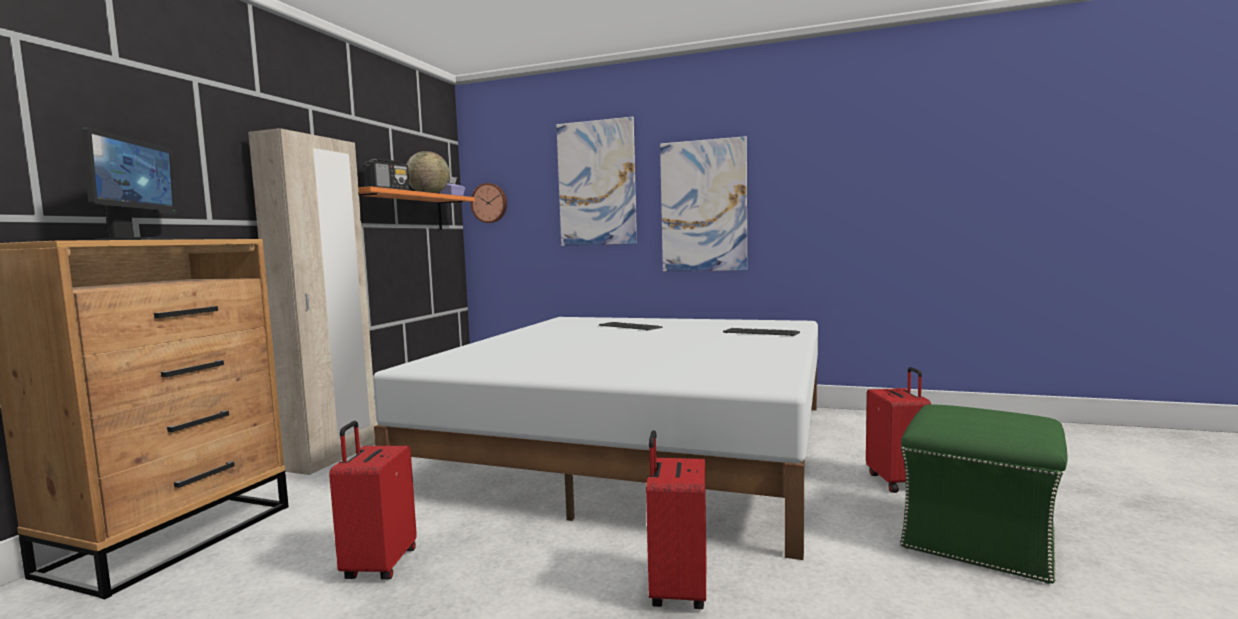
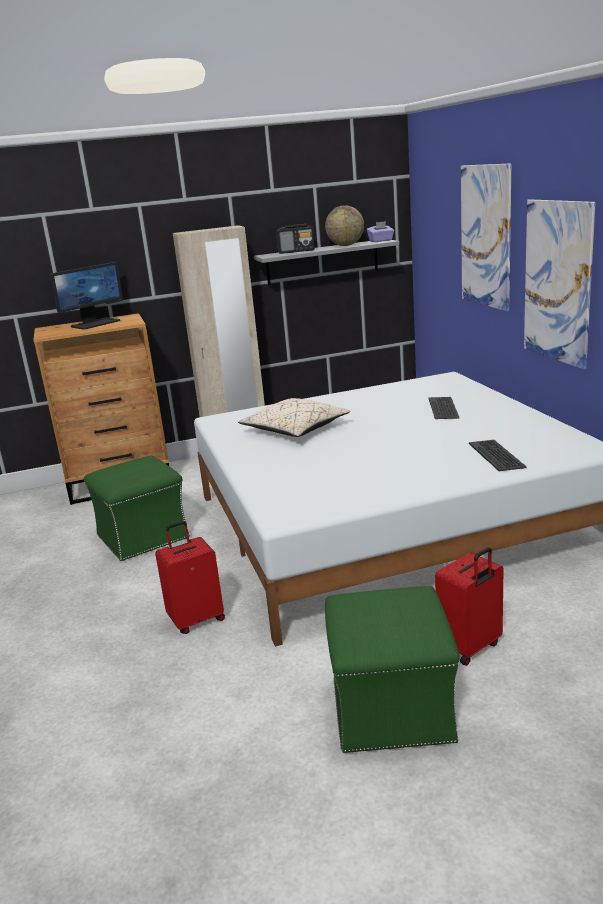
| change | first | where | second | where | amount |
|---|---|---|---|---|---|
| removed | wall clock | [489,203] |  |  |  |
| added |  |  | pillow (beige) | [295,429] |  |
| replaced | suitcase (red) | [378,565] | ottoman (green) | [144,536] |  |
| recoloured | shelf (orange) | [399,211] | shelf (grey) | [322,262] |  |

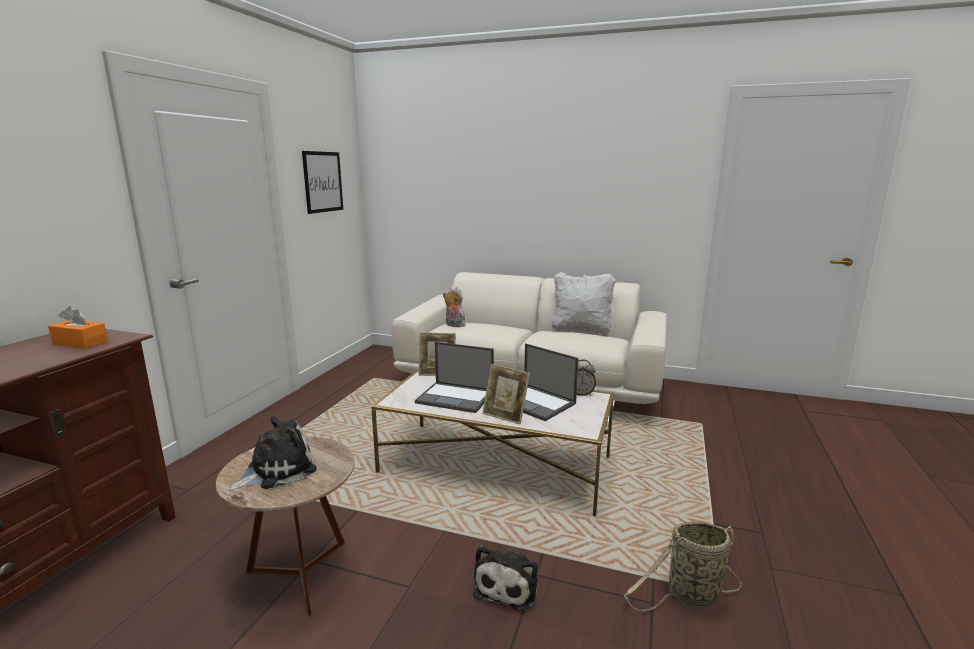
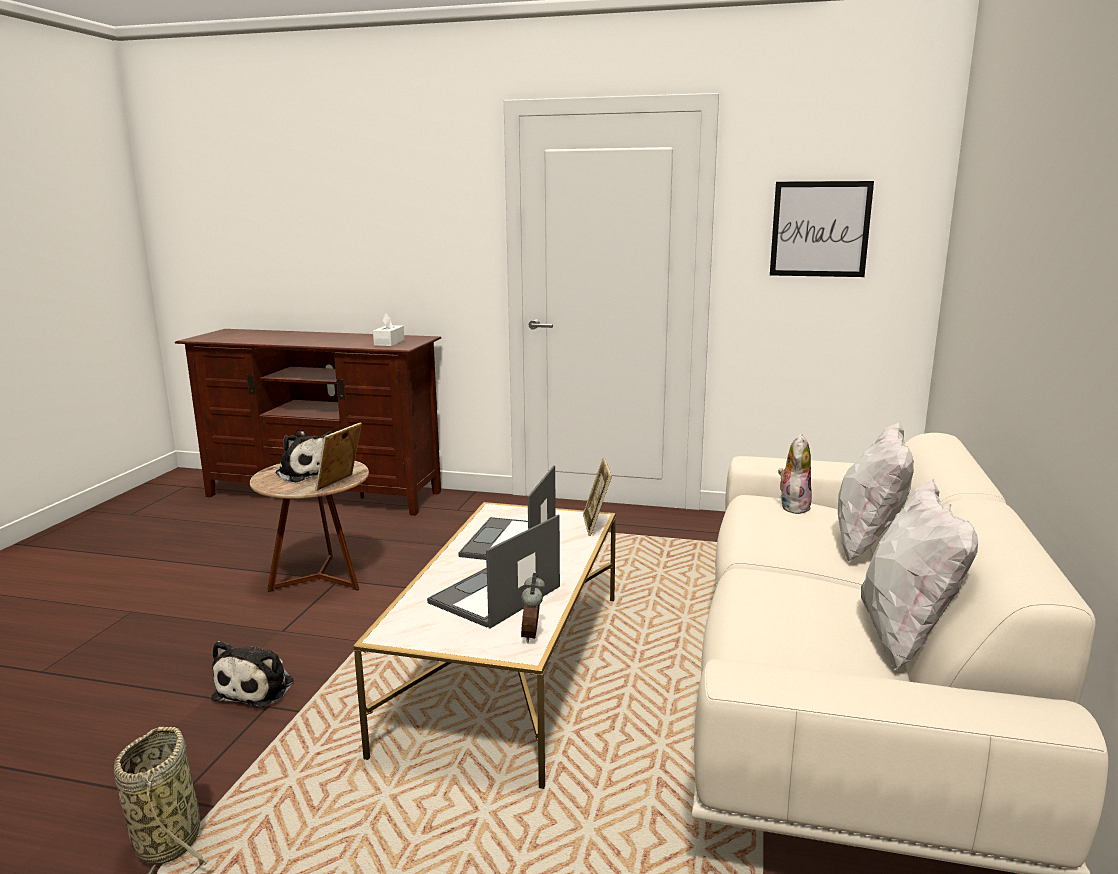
| change | first | where | second | where | amount |
|---|---|---|---|---|---|
| added |  |  | pillow (white) | [868,544] |  |
| moved | picture frame | [505,416] |  | [341,484] |  |
| recoloured | tissue box (orange) | [80,342] | tissue box (white) | [389,343] |  |
| turned | plush toy | [508,585] |  | [257,687] | 90 degrees counterclockwise |

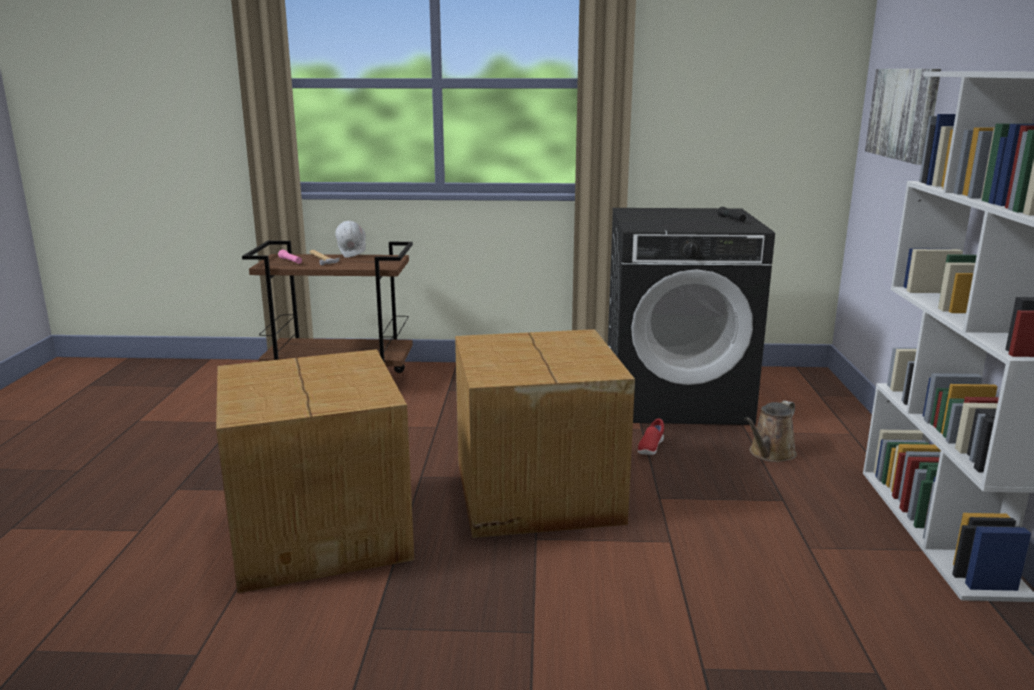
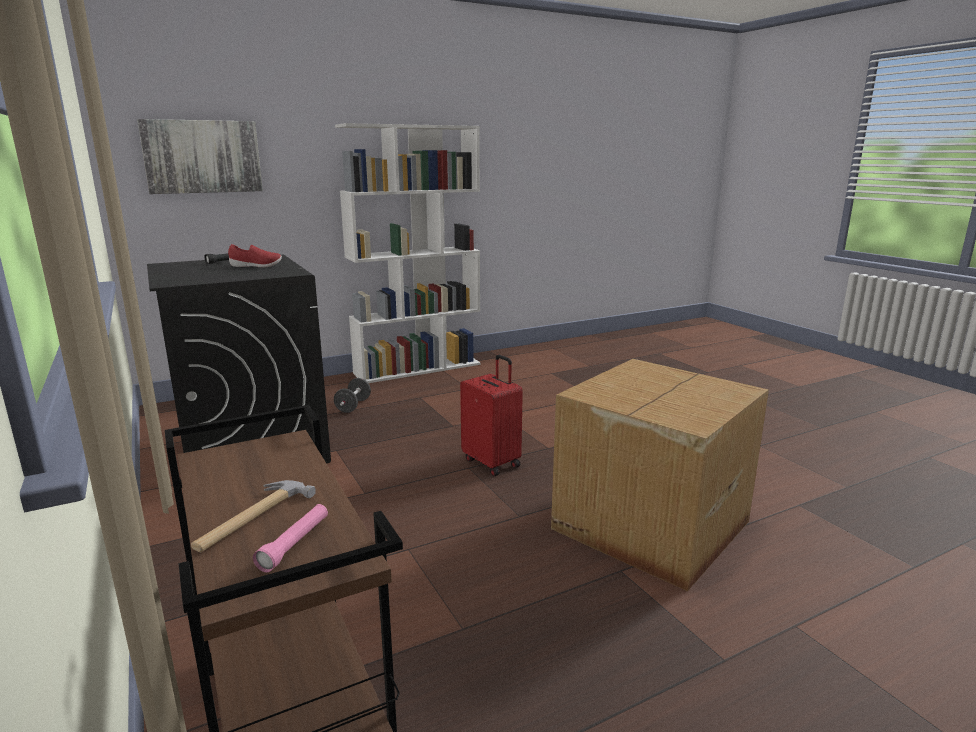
| change | first | where | second | where | amount |
|---|---|---|---|---|---|
| removed | hard hat (white) | [352,255] |  |  |  |
| moved | shoe (red) | [650,448] |  | [256,266] |  |
| replaced | cardboard box | [535,494] | suitcase (red) | [492,462] |  |
| replaced | watering can (brown) | [770,454] | dumbbell (black) | [353,406] |  |

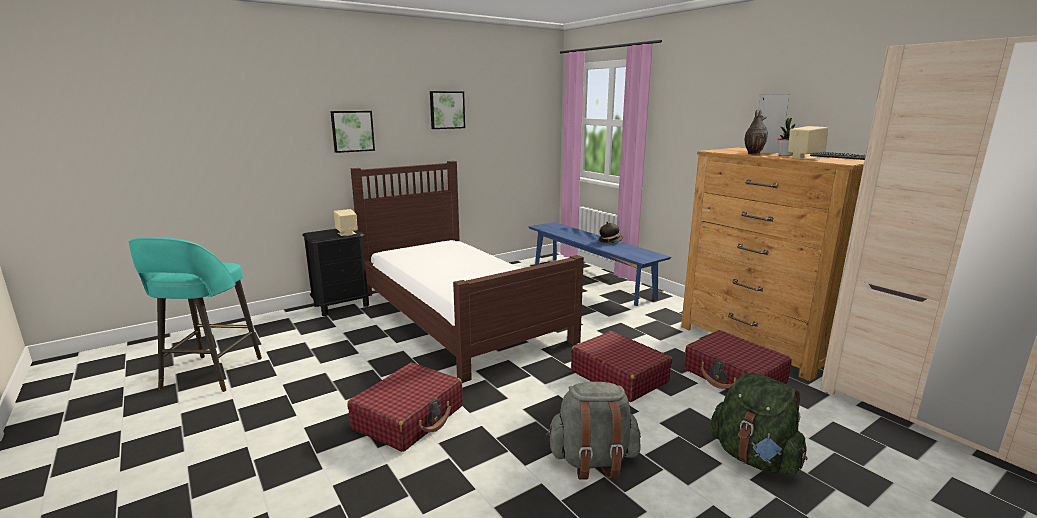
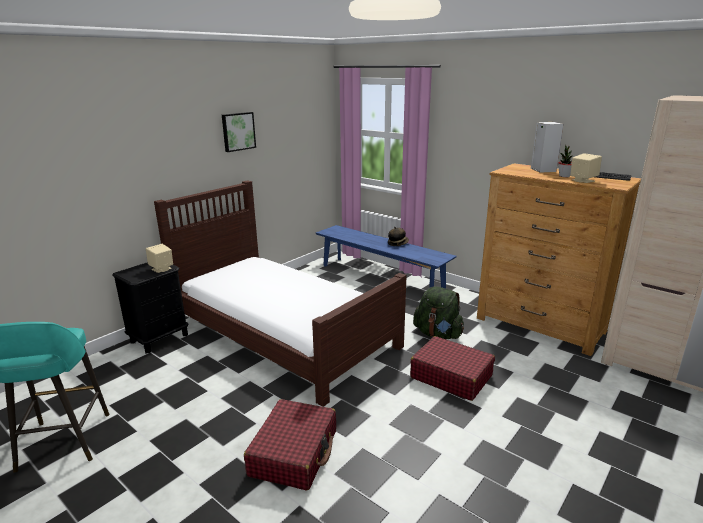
| change | first | where | second | where | amount |
|---|---|---|---|---|---|
| removed | picture | [352,131] |  |  |  |
| removed | backpack (grey) | [593,461] |  |  |  |
| removed | suitcase (red) | [734,377] |  |  |  |
| removed | vase | [753,153] |  |  |  |
| moved | backpack (green) | [754,458] |  | [438,334] |  |

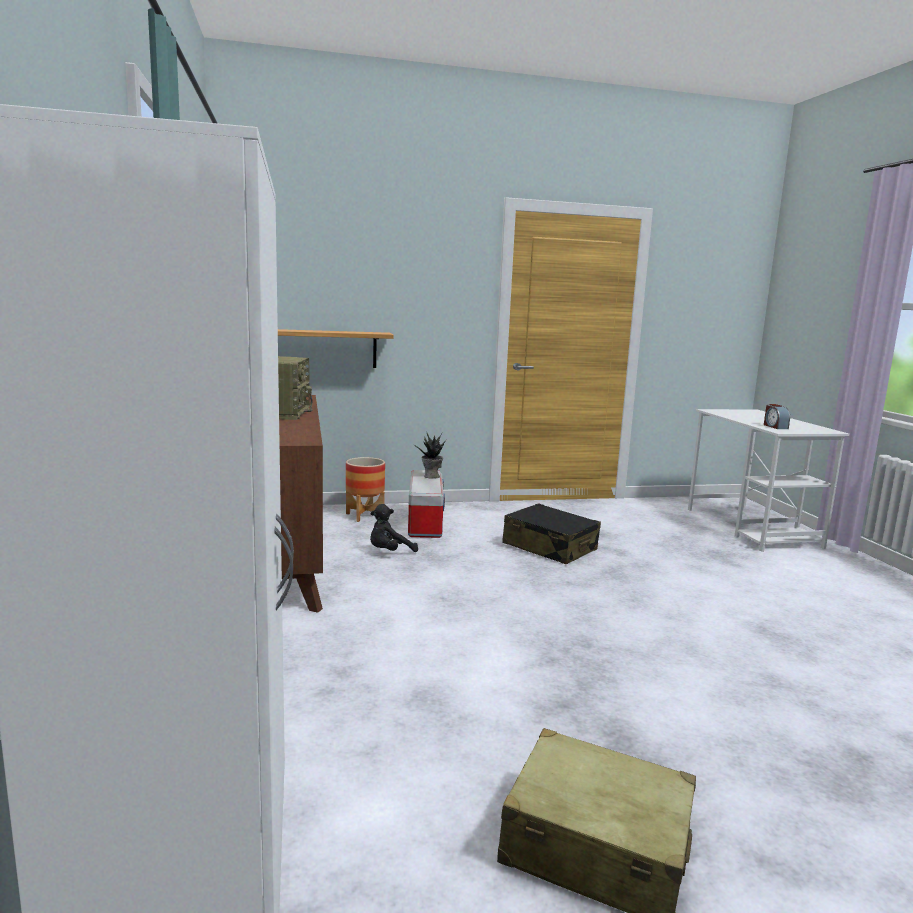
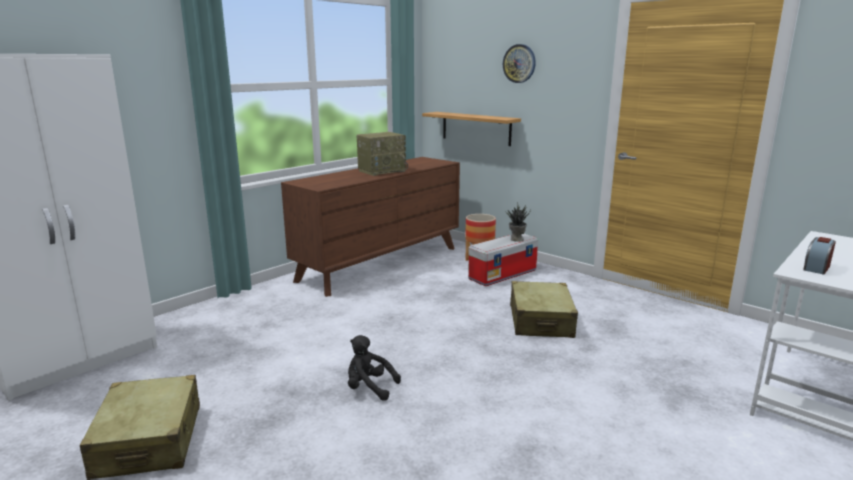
| change | first | where | second | where | amount |
|---|---|---|---|---|---|
| added |  |  | wall clock | [519,63] |  |
| moved | plush toy (black) | [389,552] |  | [369,388] |  |
| recoloured | suitcase (black) | [549,547] | suitcase (beige) | [541,321] |  |

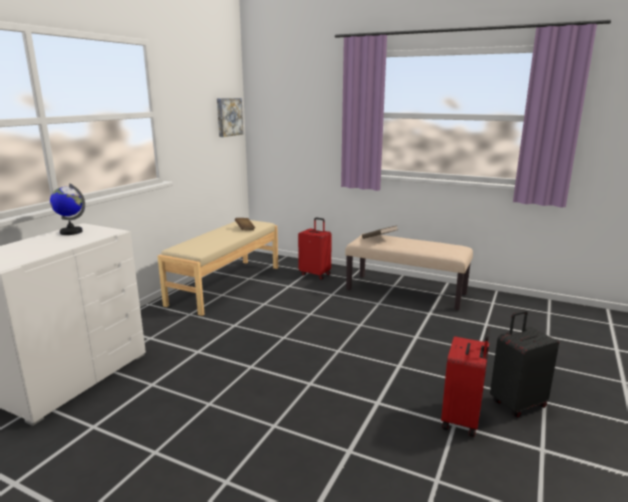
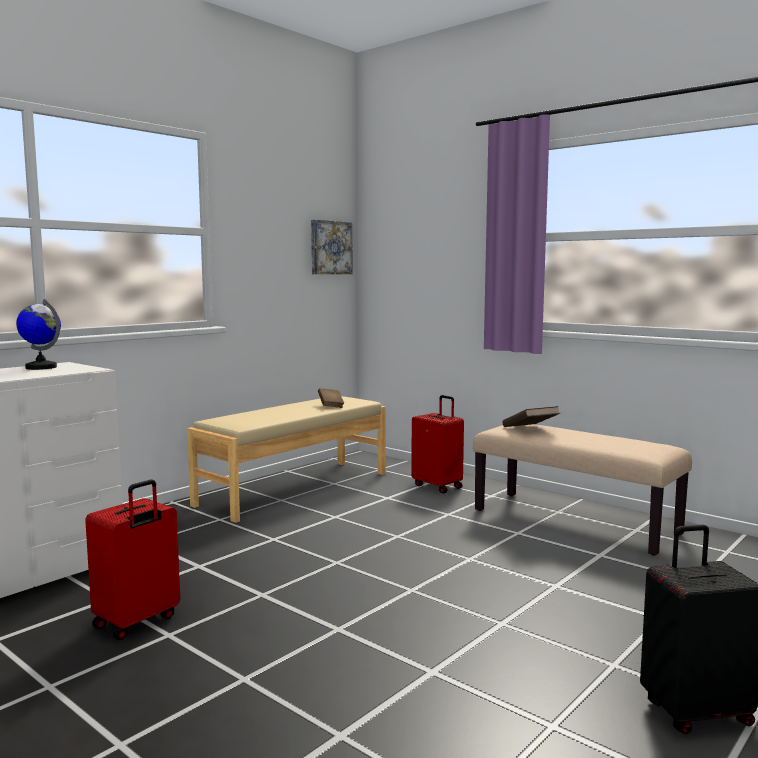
| change | first | where | second | where | amount |
|---|---|---|---|---|---|
| moved | suitcase (red) | [462,420] |  | [137,622] |  |

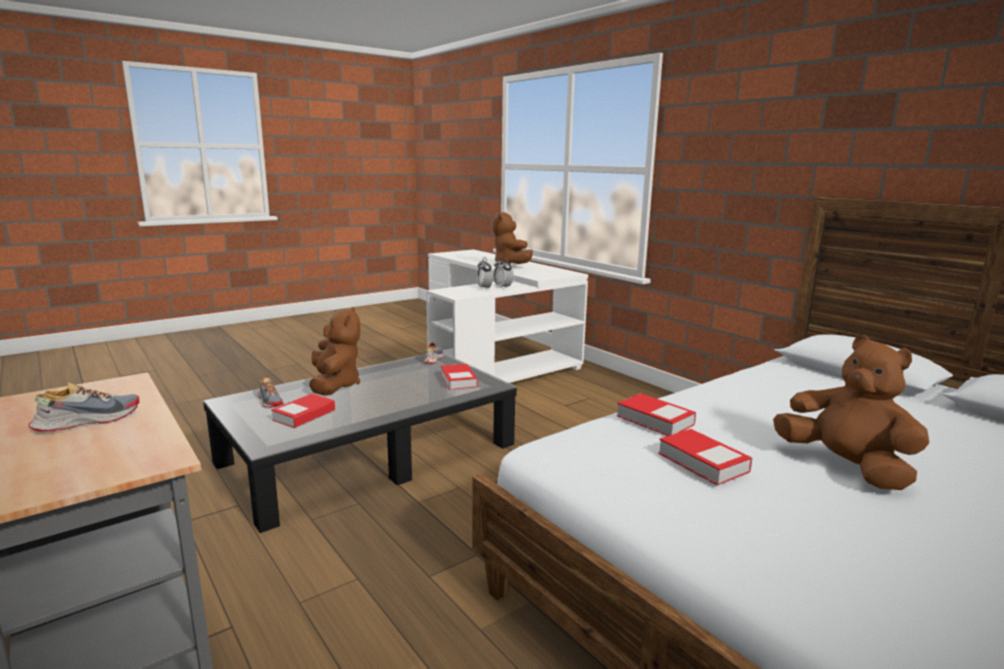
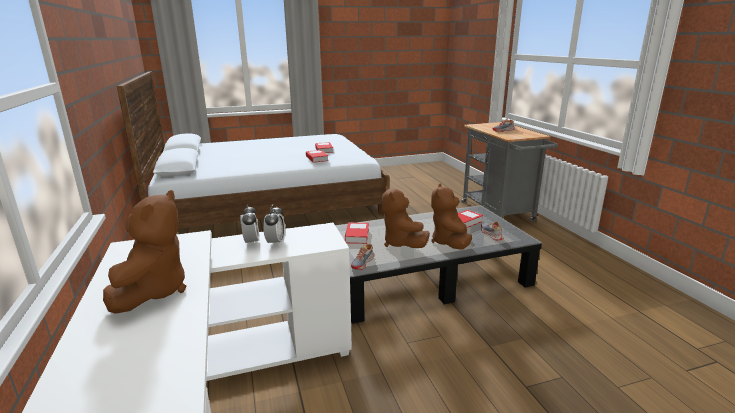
| change | first | where | second | where | amount |
|---|---|---|---|---|---|
| moved | plush toy (brown) | [845,467] |  | [402,243] |  |

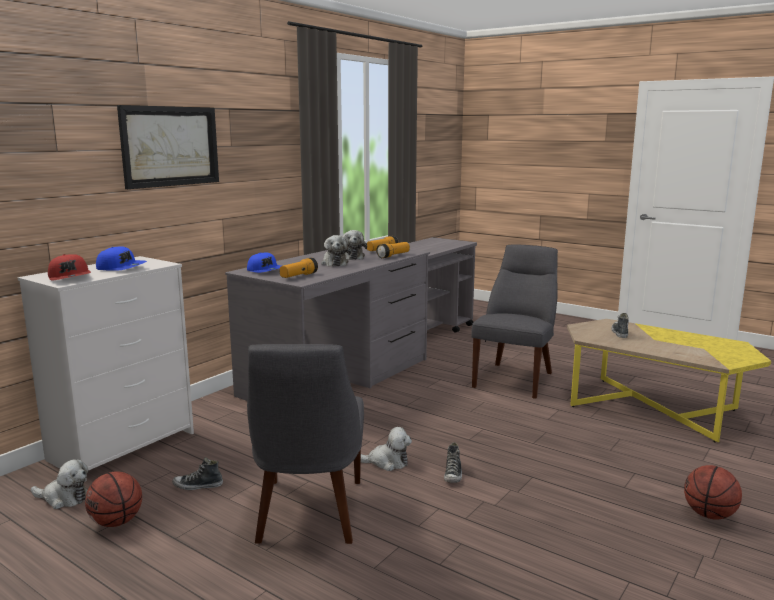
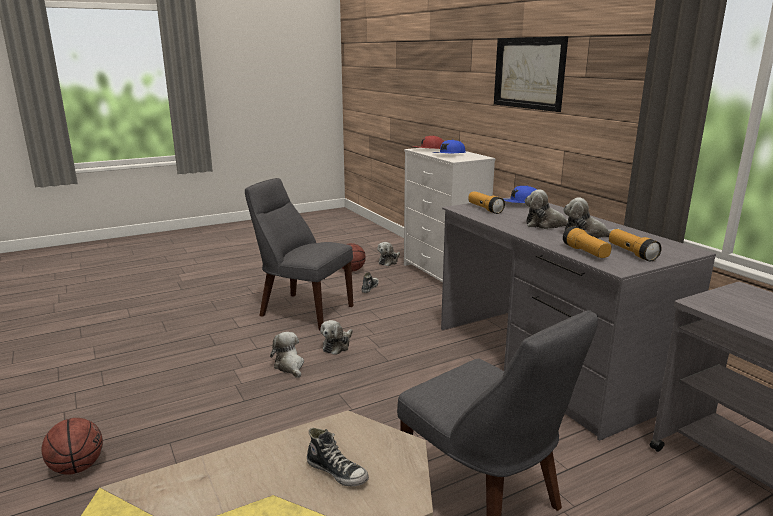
| change | first | where | second | where | amount |
|---|---|---|---|---|---|
| replaced | shoe | [453,475] | plush toy | [289,366] |  |

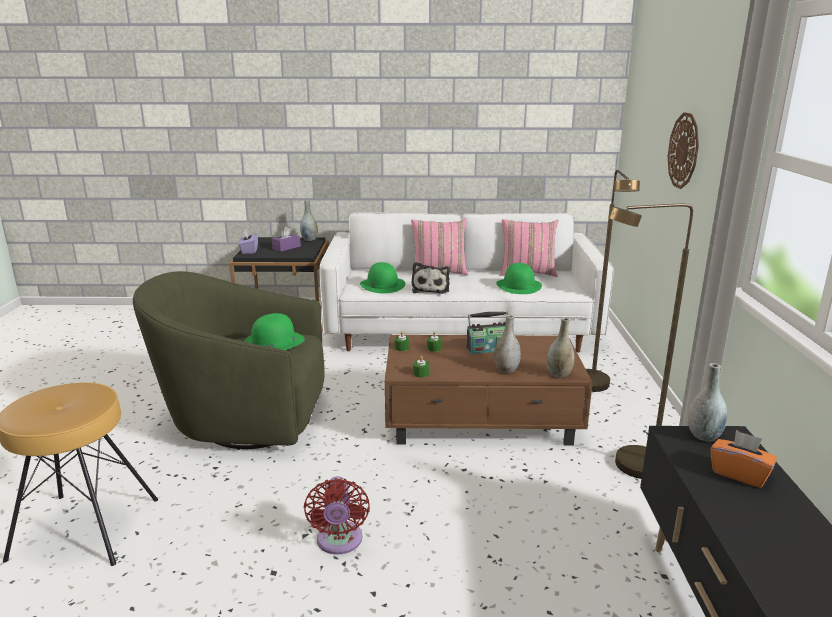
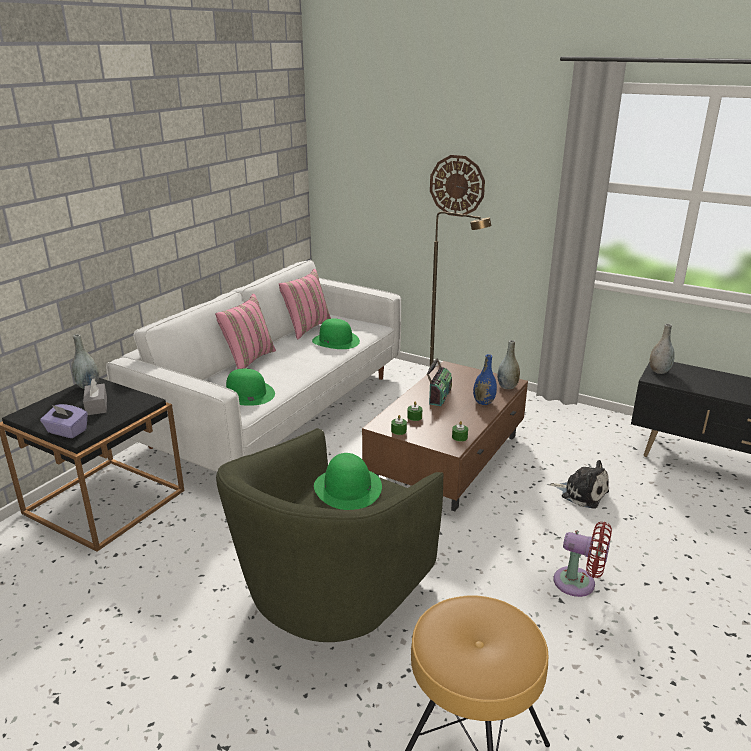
| change | first | where | second | where | amount |
|---|---|---|---|---|---|
| removed | floor lamp (brown) | [628,468] |  |  |  |
| removed | tissue box (orange) | [739,474] |  |  |  |
| moved | plush toy | [431,289] |  | [581,493] |  |
| recoloured | tissue box (purple) | [286,247] | tissue box (grey) | [96,406] |  |
| recoloured | vase (grey) | [506,370] | vase (blue) | [483,402] |  |

